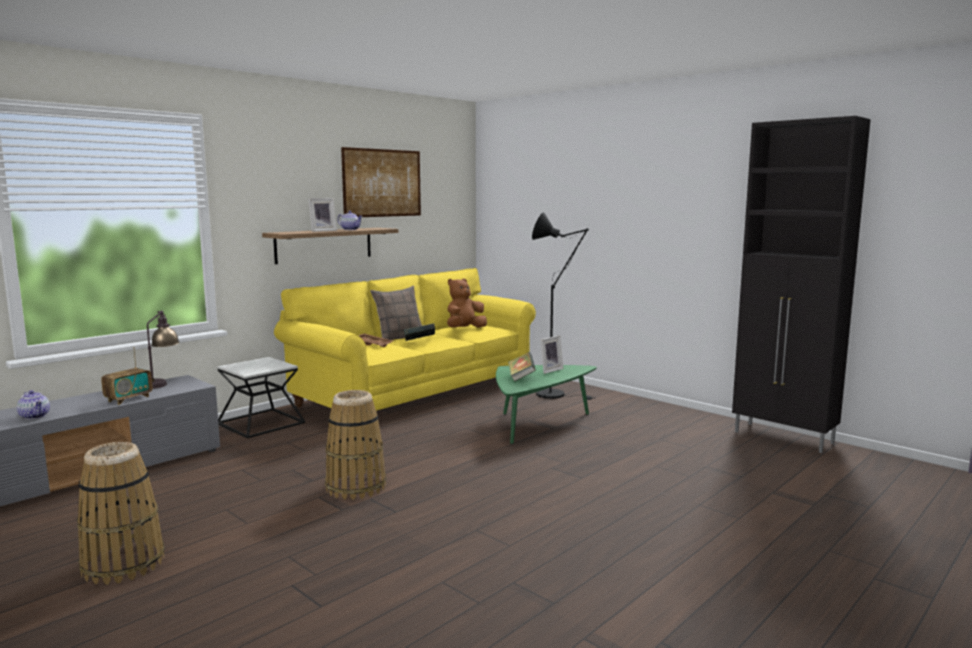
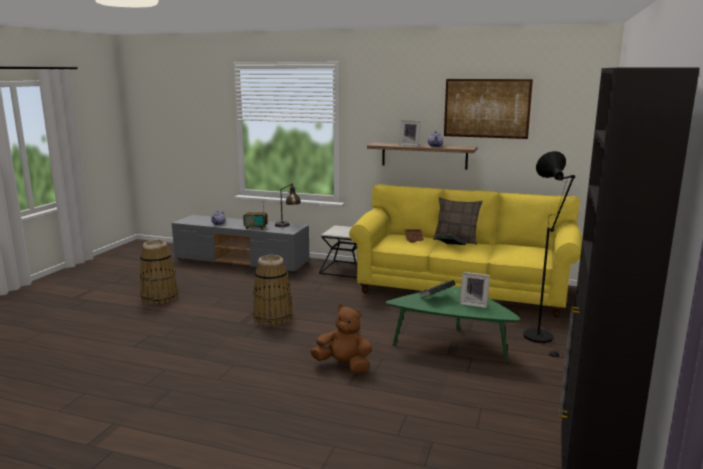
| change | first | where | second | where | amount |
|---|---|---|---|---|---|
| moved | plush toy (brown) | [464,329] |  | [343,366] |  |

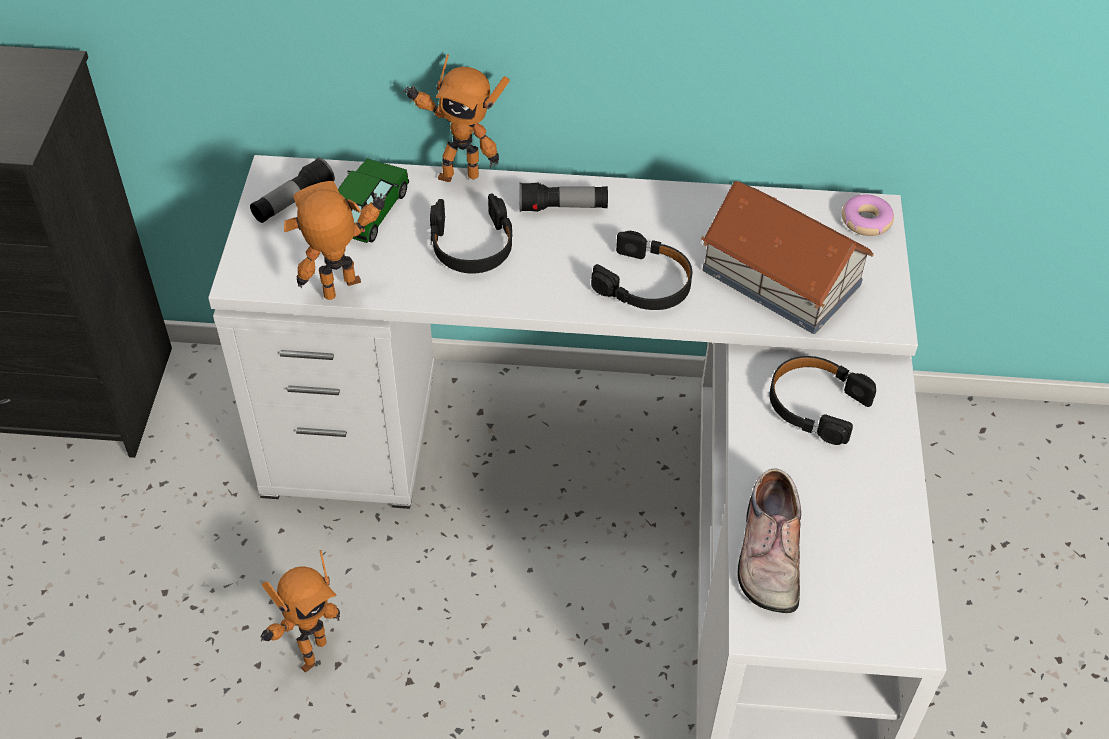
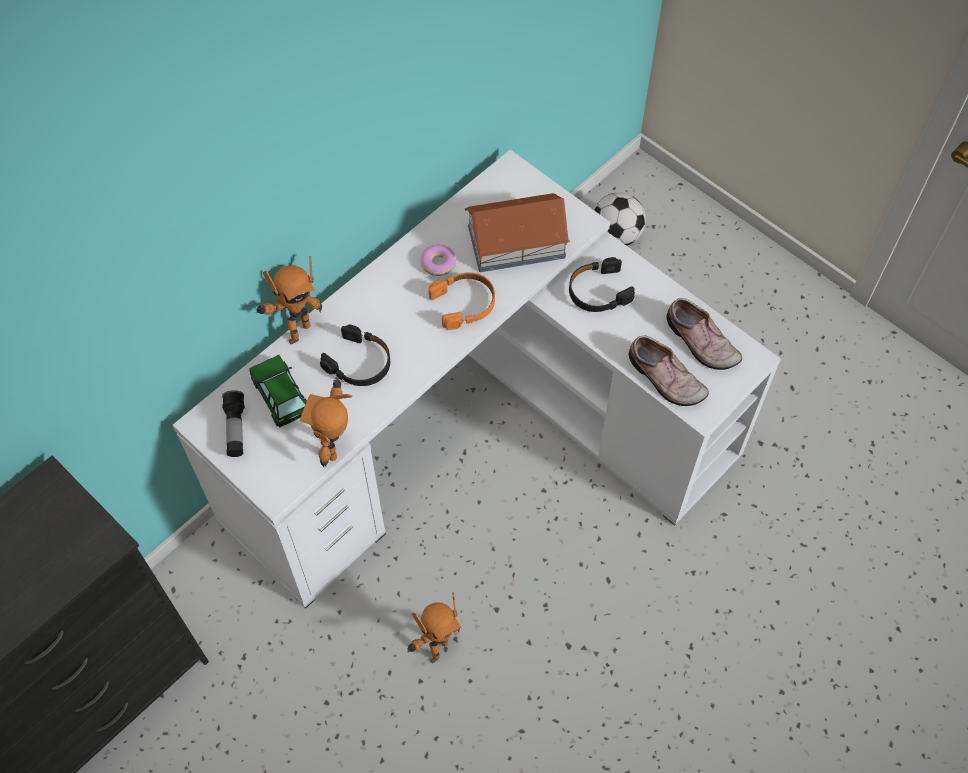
| change | first | where | second | where | amount |
|---|---|---|---|---|---|
| removed | flashlight | [563,207] |  |  |  |
| added |  |  | football | [615,236] |  |
| added |  |  | shoe | [700,342] |  |
| moved | donut | [866,221] |  | [438,263] |  |
| recoloured | headphones (black) | [645,283] | headphones (orange) | [464,304] |  |
| turned | toy robot | [308,653] |  | [435,649] | 60 degrees clockwise |

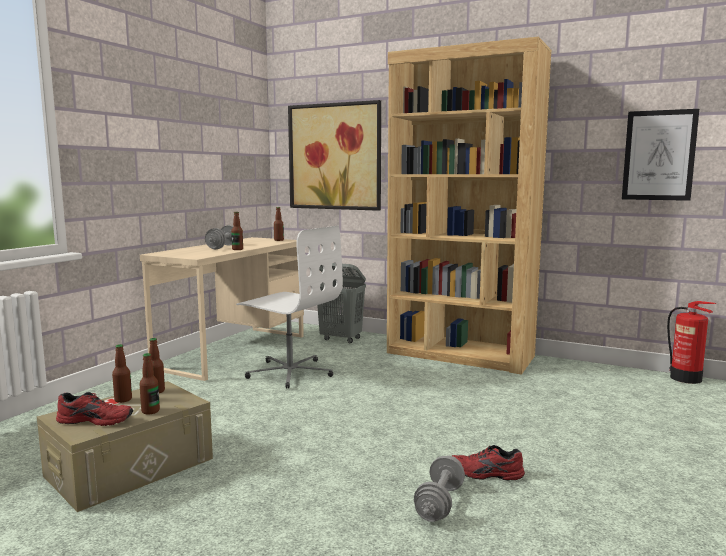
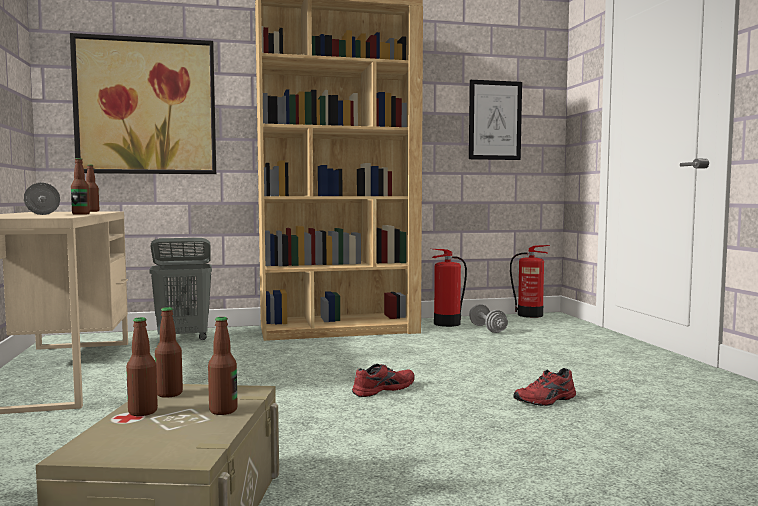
| change | first | where | second | where | amount |
|---|---|---|---|---|---|
| removed | office chair (white) | [290,372] |  |  |  |
| added |  |  | fire extinguisher | [446,323] |  |
| moved | shoe (red) | [96,419] |  | [382,389] |  |
| moved | dumbbell (grey) | [439,503] |  | [487,329] |  |

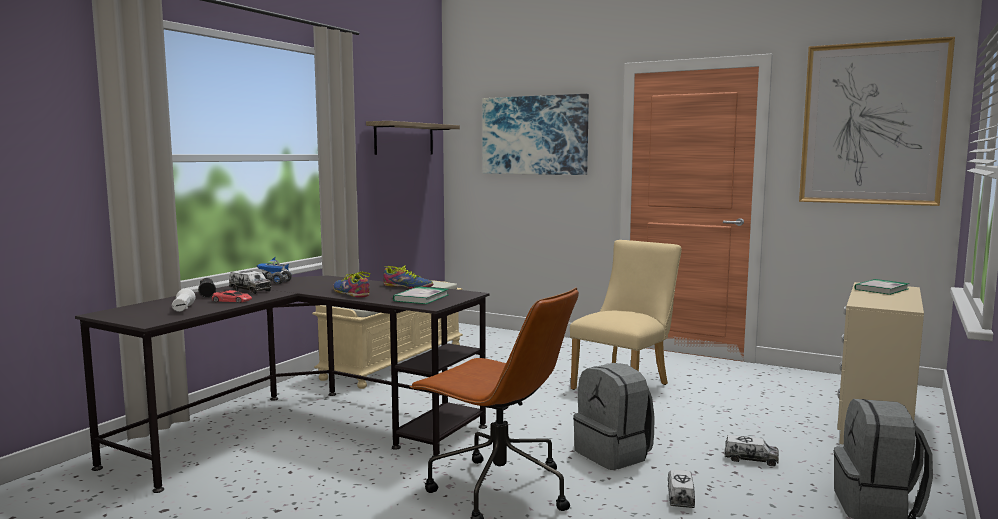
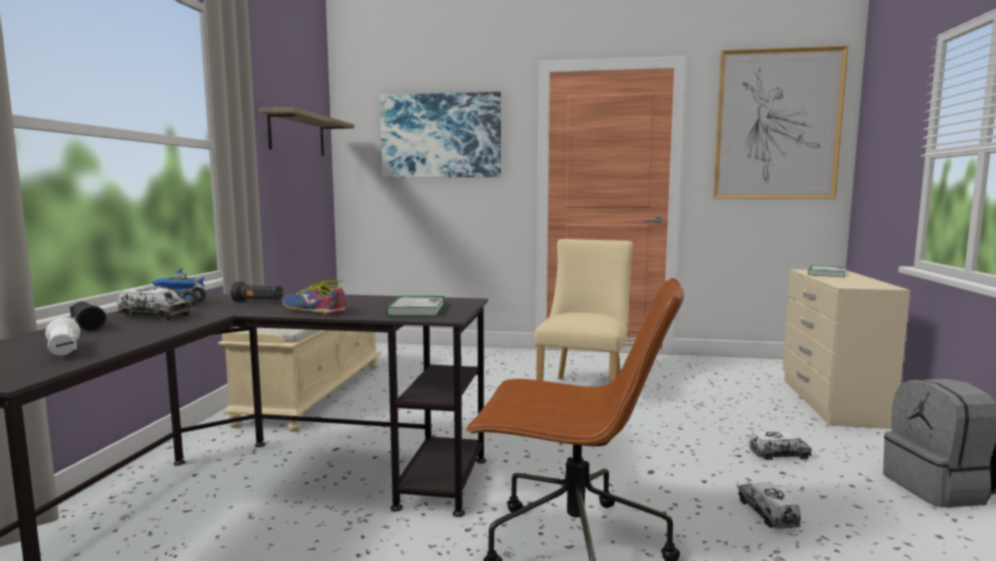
| change | first | where | second | where | amount |
|---|---|---|---|---|---|
| removed | toy car (red) | [232,301] |  |  |  |
| removed | shoe | [408,287] |  |  |  |
| removed | backpack (grey) | [614,454] |  |  |  |
| added |  |  | flashlight (black) | [258,302] |  |

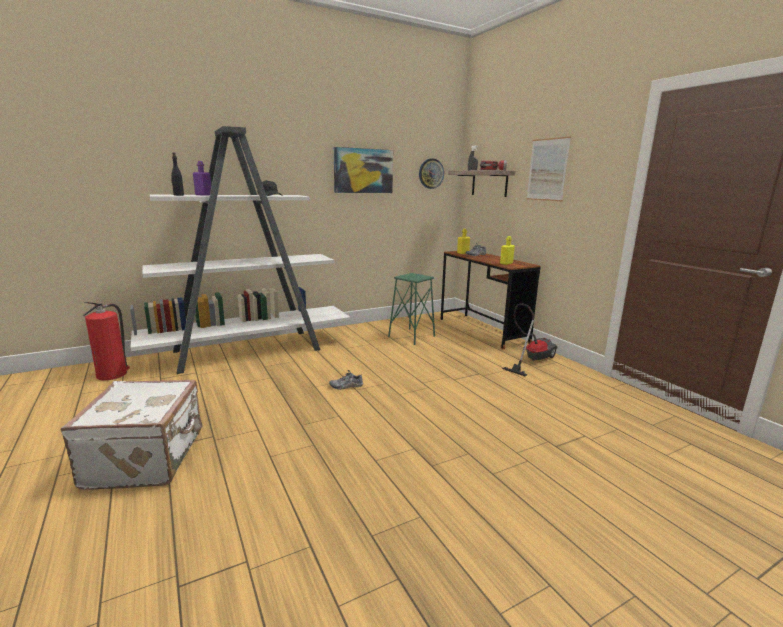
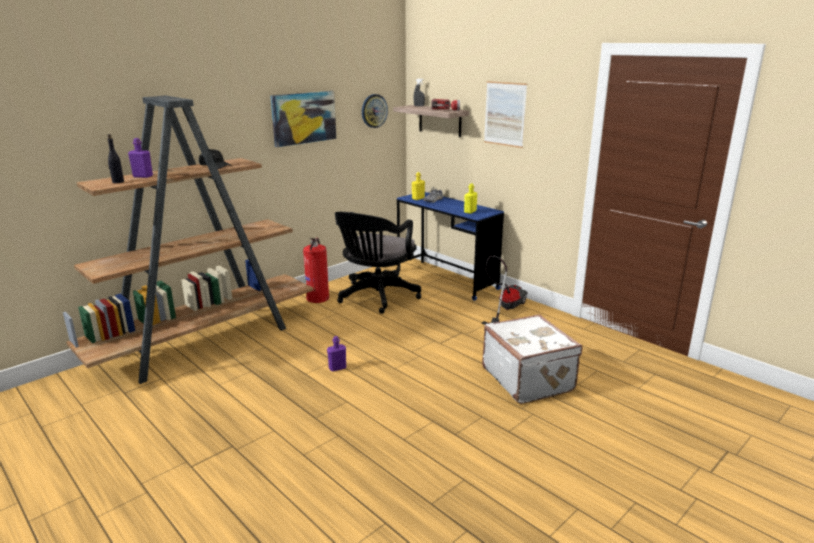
| change | first | where | second | where | amount |
|---|---|---|---|---|---|
| moved | suitcase (white) | [148,458] |  | [528,379] |  |
| moved | fire extinguisher | [113,374] |  | [318,298] |  |
| replaced | shoe | [346,386] | bottle (purple) | [337,368] |  |
| replaced | stool (green) | [411,336] | office chair (black) | [376,297] |  |
| recoloured | bookcase (white) | [250,350] | bookcase (brown) | [206,341] |  |
| recoloured | desk (brown) | [482,330] | desk (blue) | [446,280] |  |

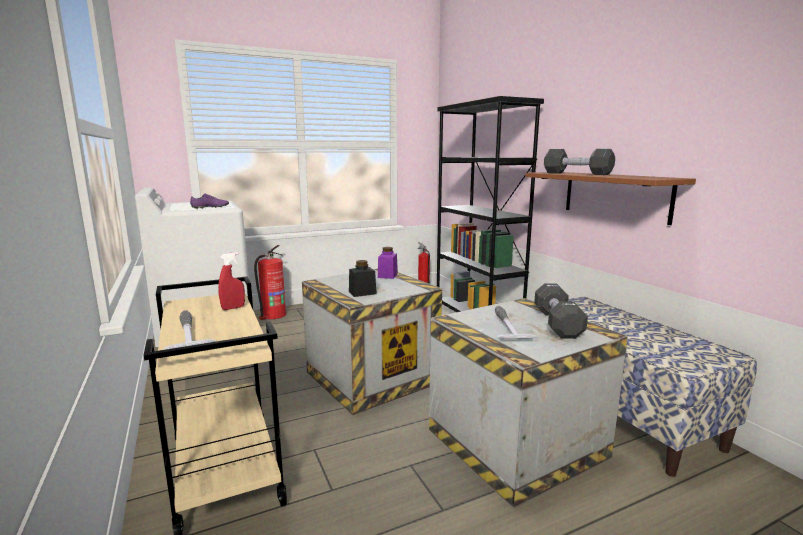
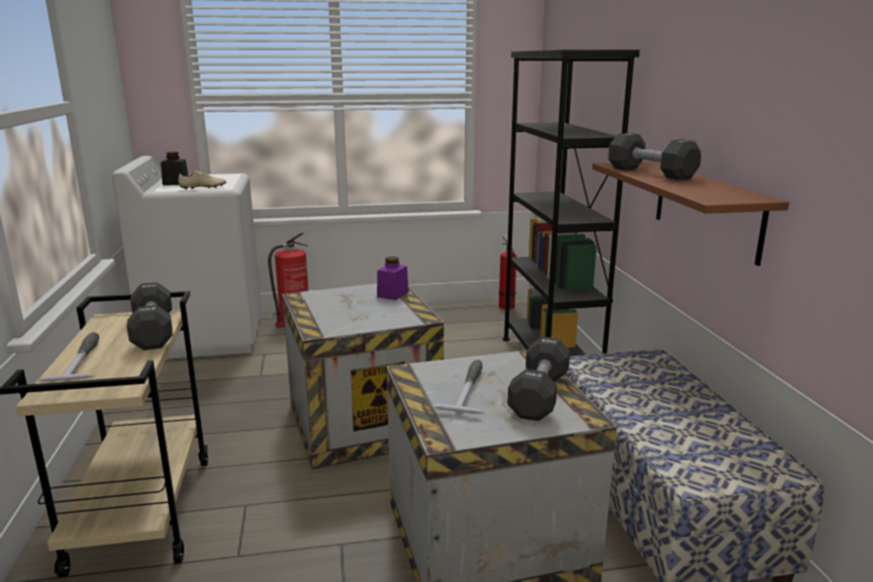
| change | first | where | second | where | amount |
|---|---|---|---|---|---|
| moved | jar (black) | [362,293] |  | [176,183] |  |
| replaced | spray bottle (red) | [233,308] | dumbbell (black) | [153,332] |  |
| recoloured | shoe (purple) | [210,208] | shoe (beige) | [203,188] |  |

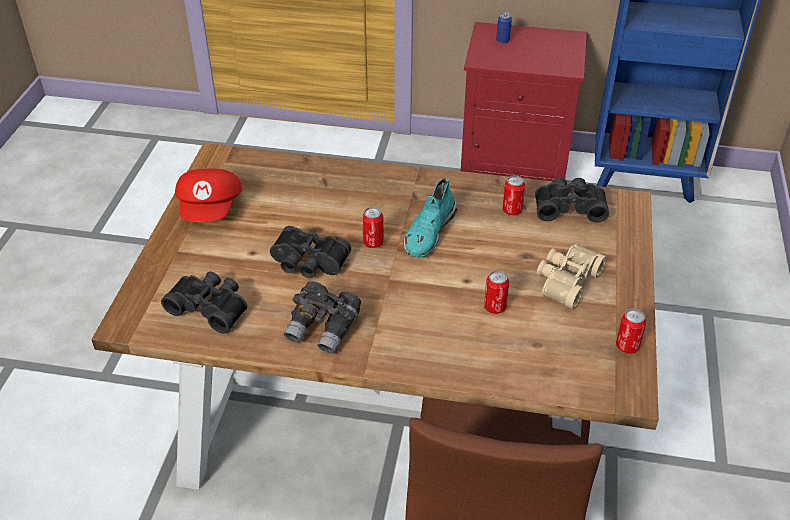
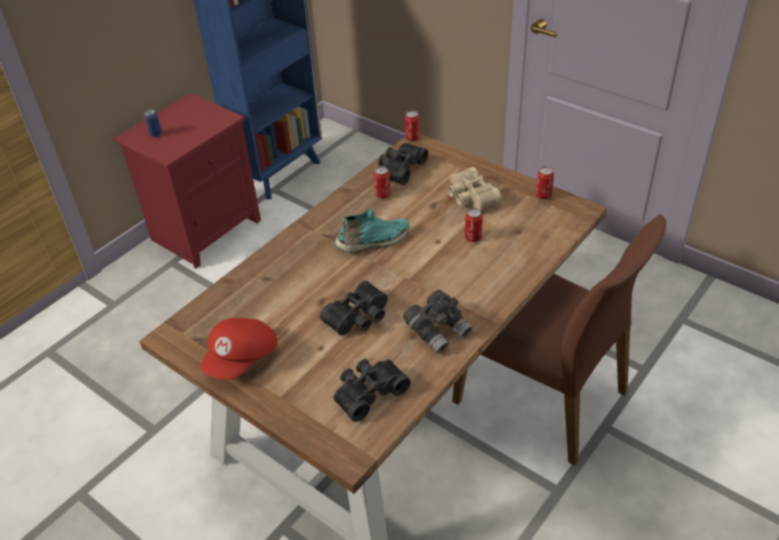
| change | first | where | second | where | amount |
|---|---|---|---|---|---|
| moved | can | [373,242] |  | [412,138] |  |
| turned | cap (red) | [211,209] |  | [242,359] | 90 degrees clockwise |
| turned | shoe (turquoise) | [428,232] |  | [373,242] | 75 degrees counterclockwise |

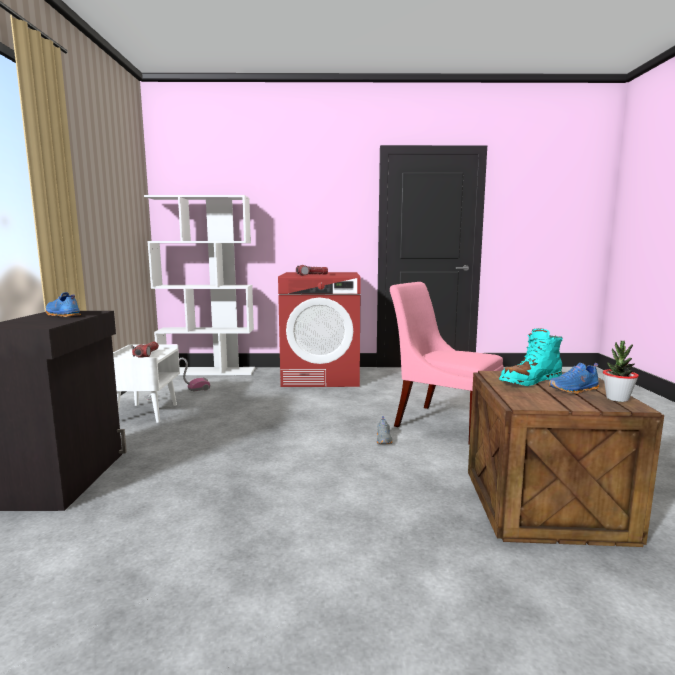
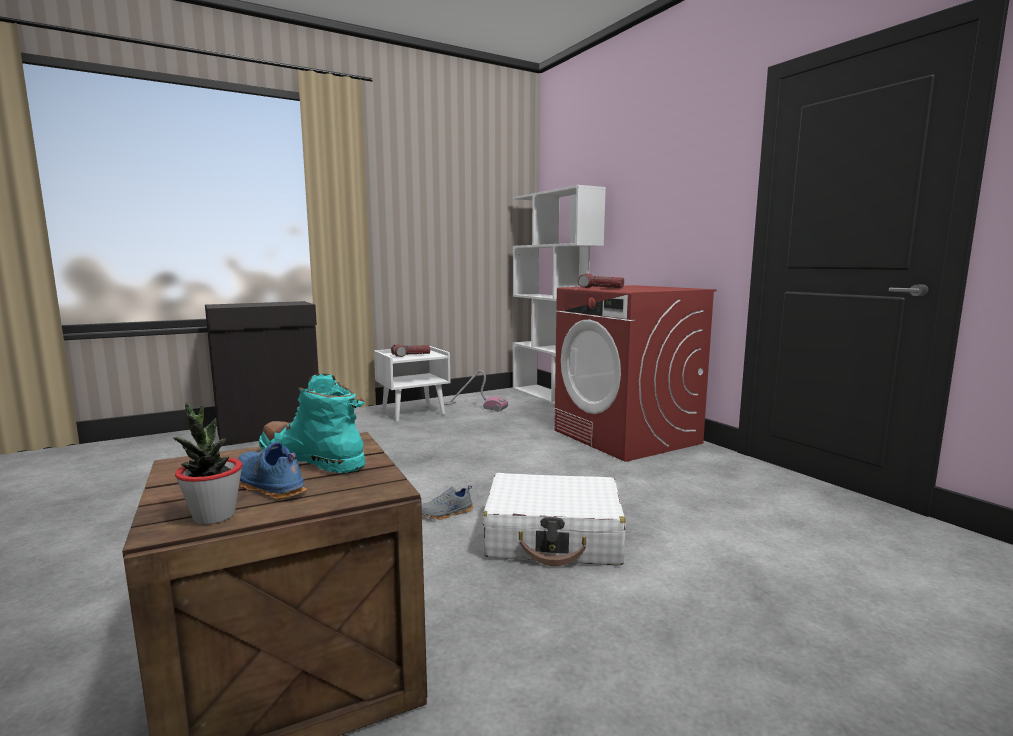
| change | first | where | second | where | amount |
|---|---|---|---|---|---|
| removed | shoe (blue) | [62,315] |  |  |  |
| replaced | chair (pink) | [441,422] | suitcase (white) | [554,538] |  |

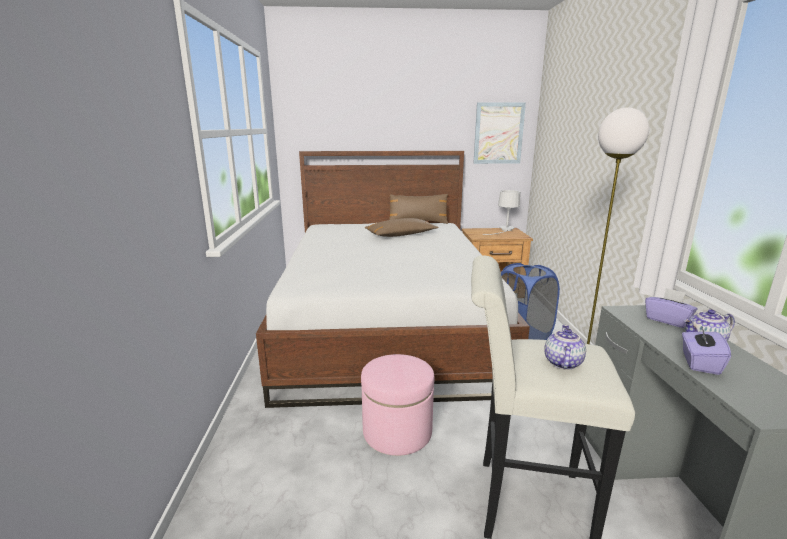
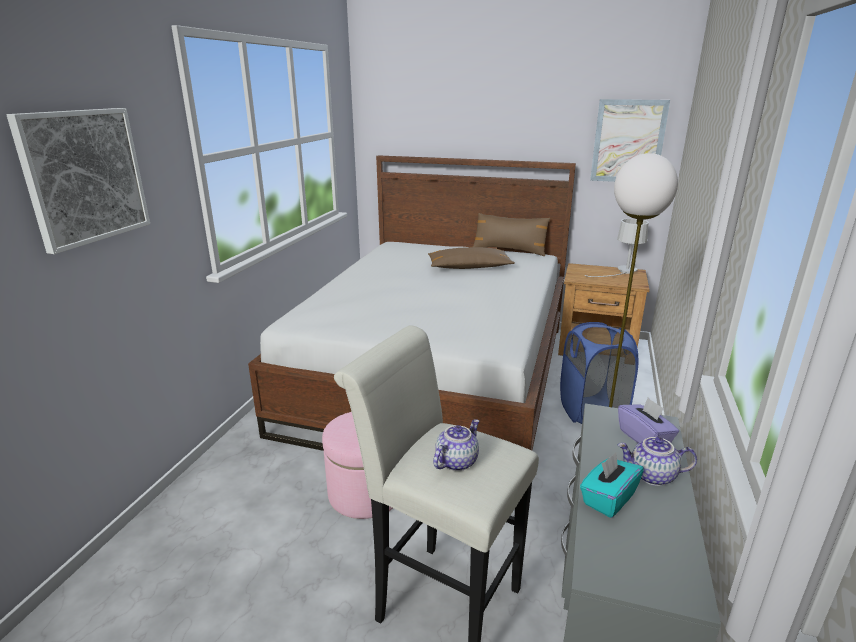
| change | first | where | second | where | amount |
|---|---|---|---|---|---|
| added |  |  | picture | [85,176] |  |
| recoloured | tissue box (purple) | [699,363] | tissue box (turquoise) | [608,499] |  |

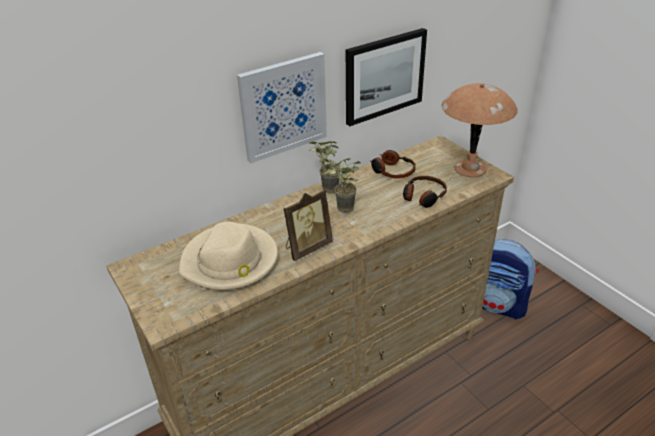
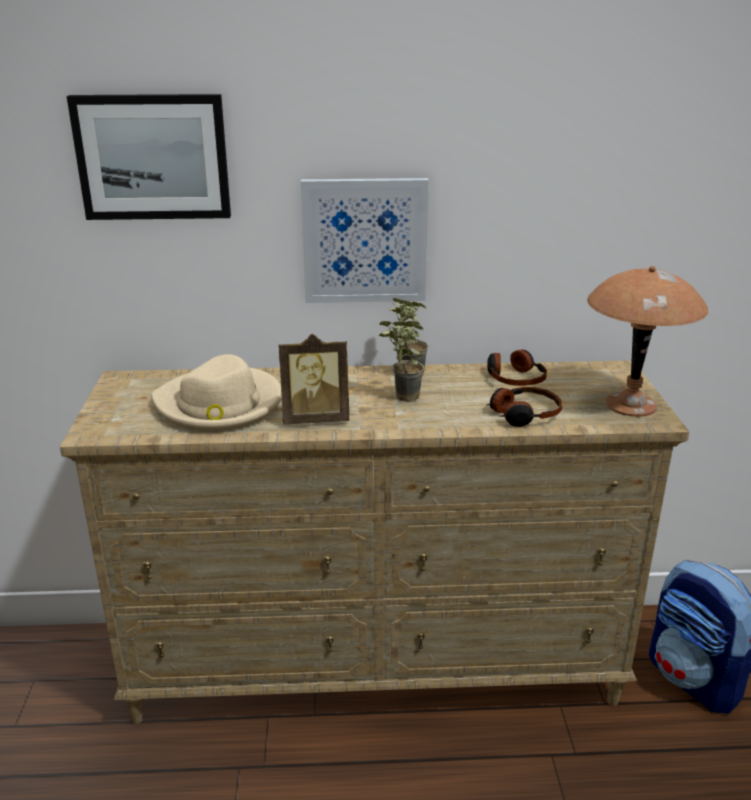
| change | first | where | second | where | amount |
|---|---|---|---|---|---|
| moved | picture | [384,76] |  | [153,157] |  |

